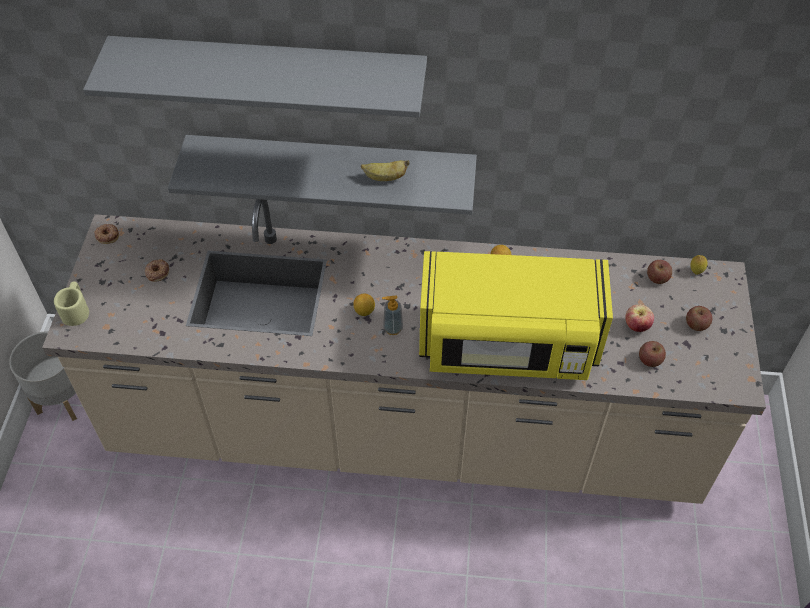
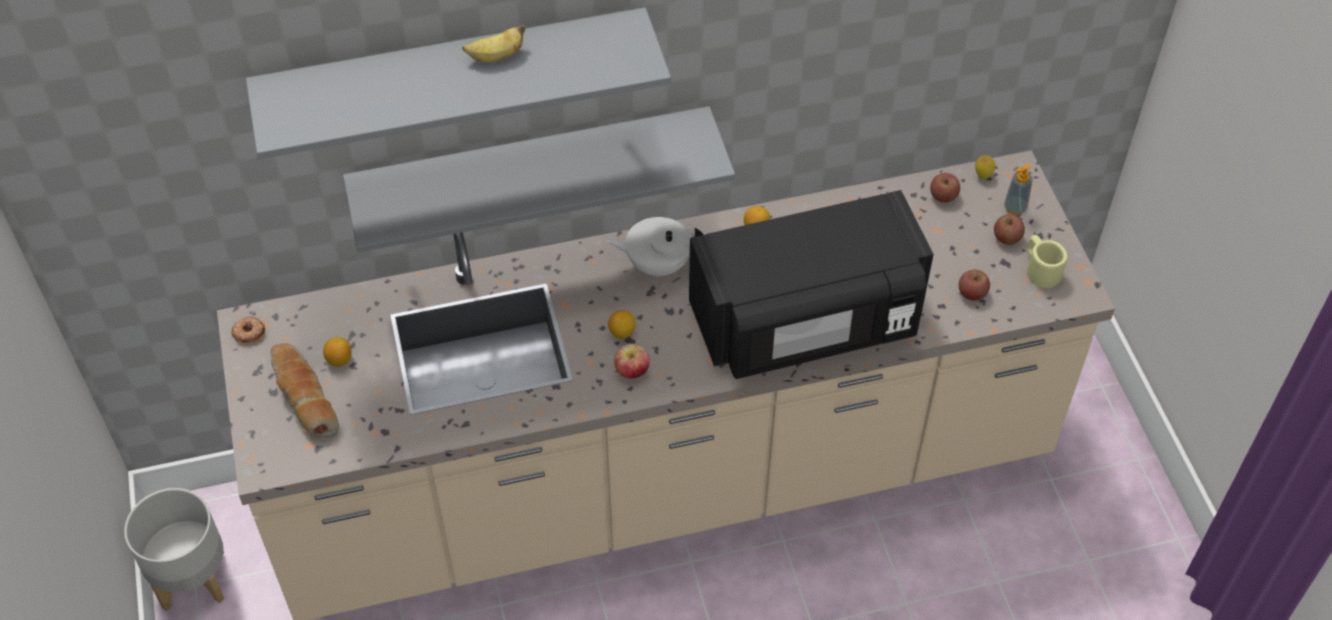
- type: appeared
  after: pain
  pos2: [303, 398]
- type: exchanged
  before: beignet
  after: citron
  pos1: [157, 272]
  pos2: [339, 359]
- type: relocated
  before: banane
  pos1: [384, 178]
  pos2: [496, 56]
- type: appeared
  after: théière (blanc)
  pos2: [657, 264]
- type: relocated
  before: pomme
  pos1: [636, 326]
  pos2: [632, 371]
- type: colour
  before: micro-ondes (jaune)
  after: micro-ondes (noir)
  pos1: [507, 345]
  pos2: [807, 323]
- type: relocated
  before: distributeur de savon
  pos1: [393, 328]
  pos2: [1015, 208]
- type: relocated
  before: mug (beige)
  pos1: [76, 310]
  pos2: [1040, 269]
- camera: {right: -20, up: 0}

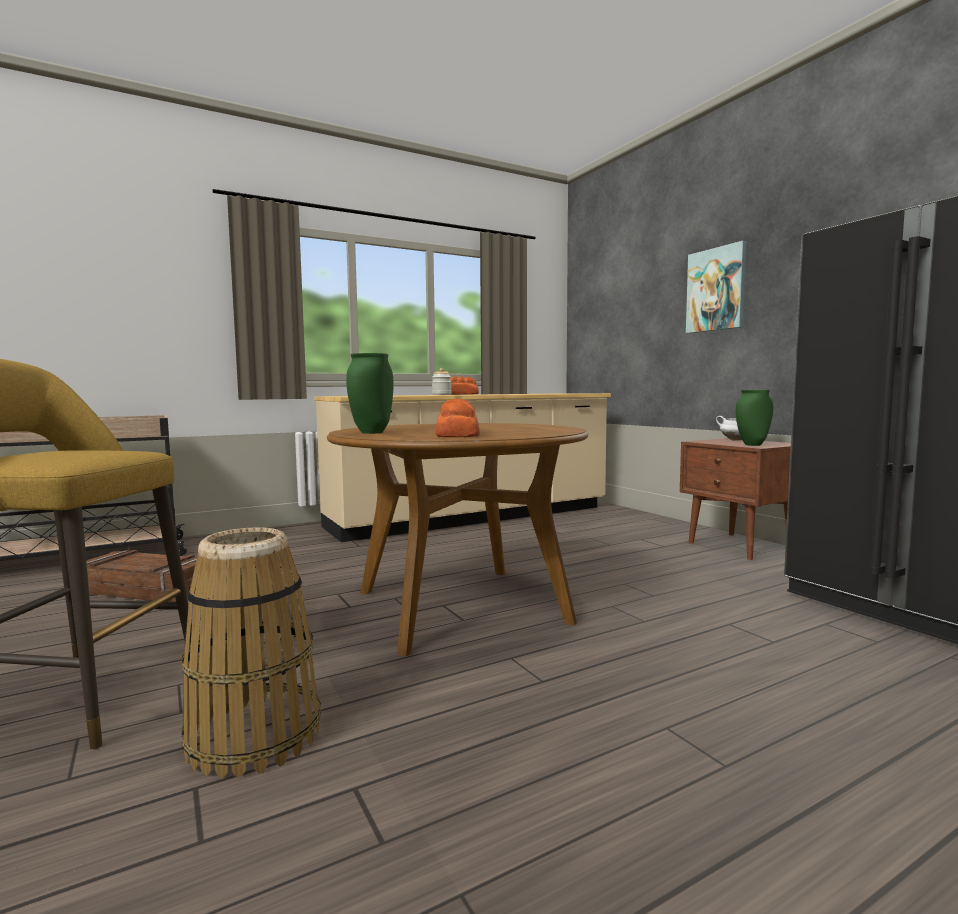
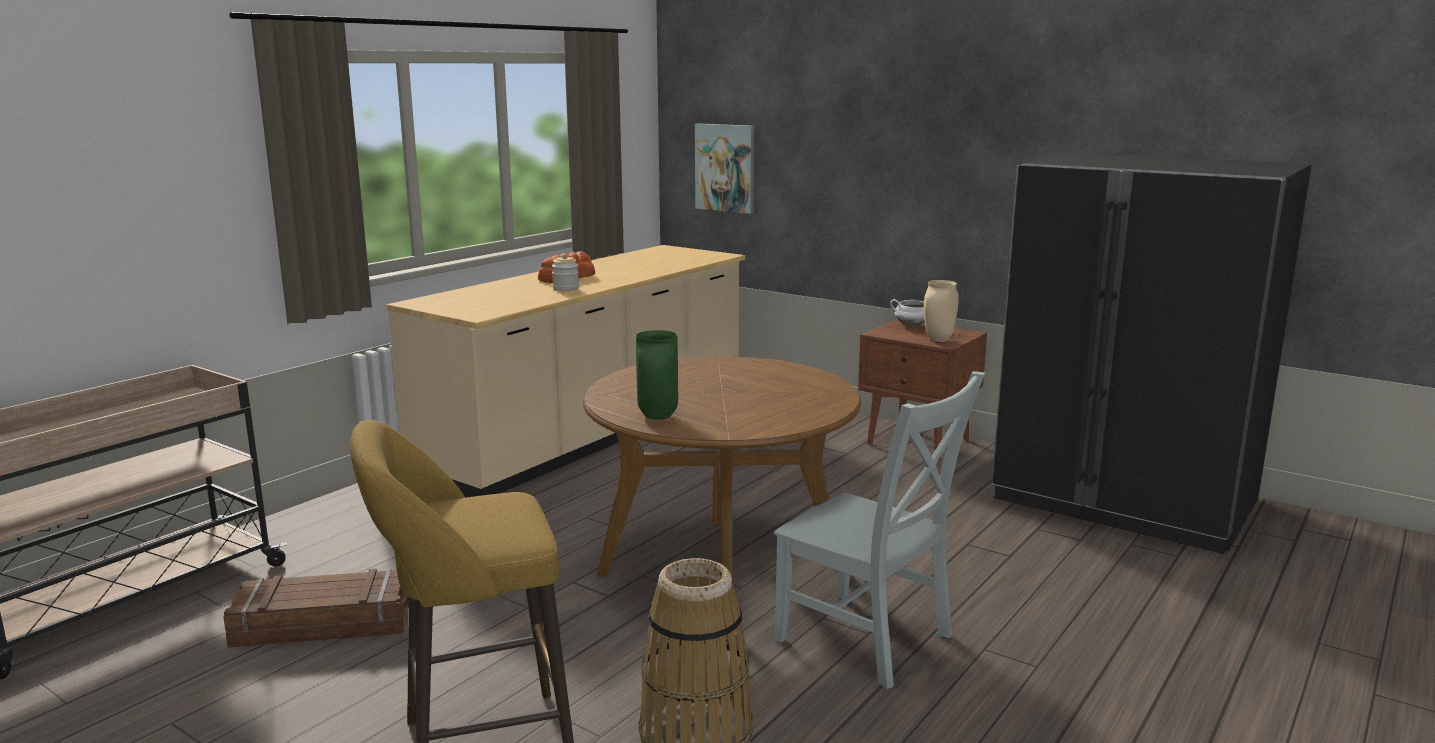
- type: relocated
  before: tableau
  pos1: [716, 289]
  pos2: [725, 167]
- type: appeared
  after: chaise (gris)
  pos2: [869, 641]
- type: colour
  before: vase (vert)
  after: vase (beige)
  pos1: [752, 445]
  pos2: [938, 340]
- type: missing
  before: pain
  pos1: [457, 434]
- camera: {right: -25, up: 10}

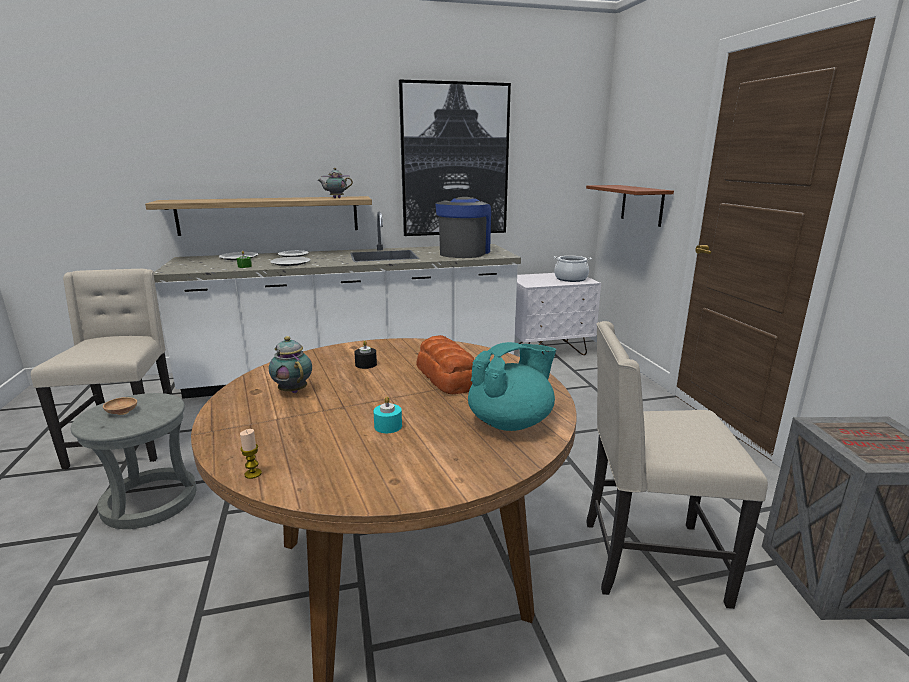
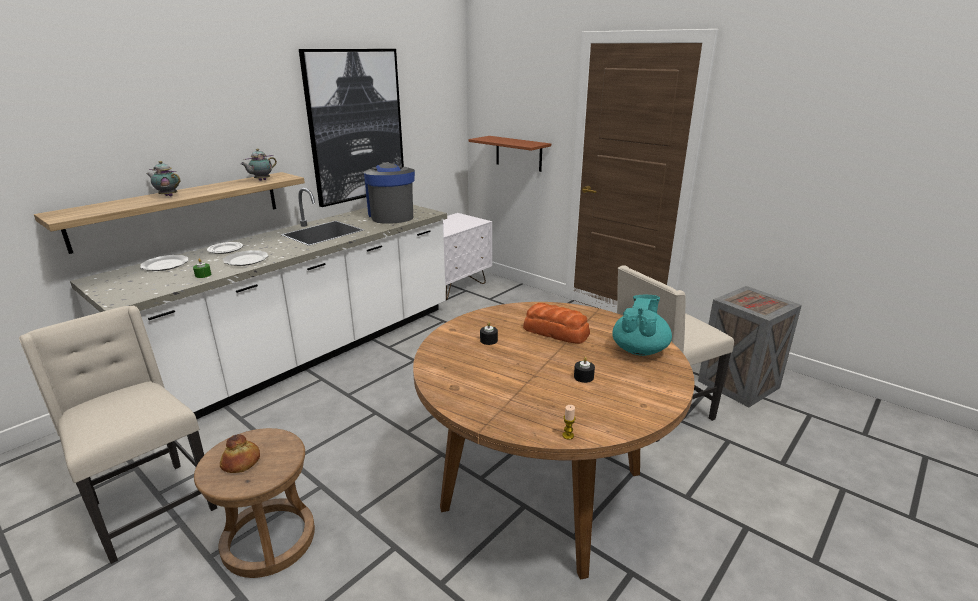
- type: relocated
  before: théière
  pos1: [293, 390]
  pos2: [168, 196]
- type: colour
  before: tabouret (gris)
  after: tabouret (marron)
  pos1: [150, 501]
  pos2: [268, 540]
- type: exchanged
  before: bol (marron)
  after: pain
  pos1: [122, 412]
  pos2: [241, 462]
- type: colour
  before: bougie (turquoise)
  after: bougie (noir)
  pos1: [388, 426]
  pos2: [583, 377]
- type: missing
  before: marmite
  pos1: [570, 279]
- camera: {right: -35, up: 5}

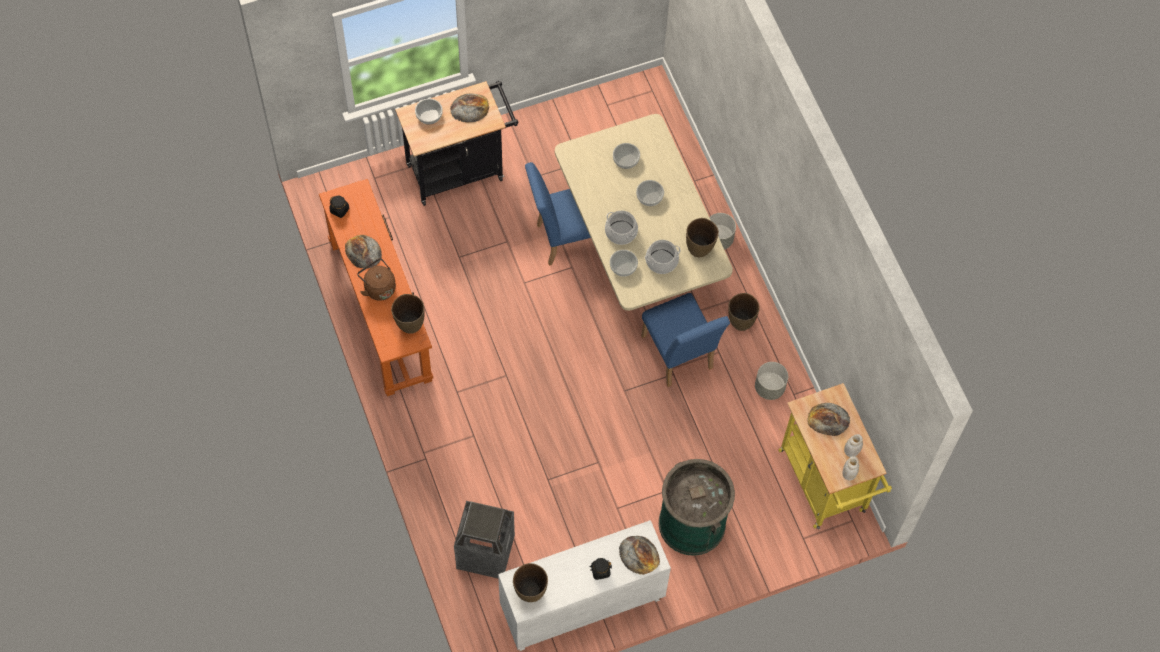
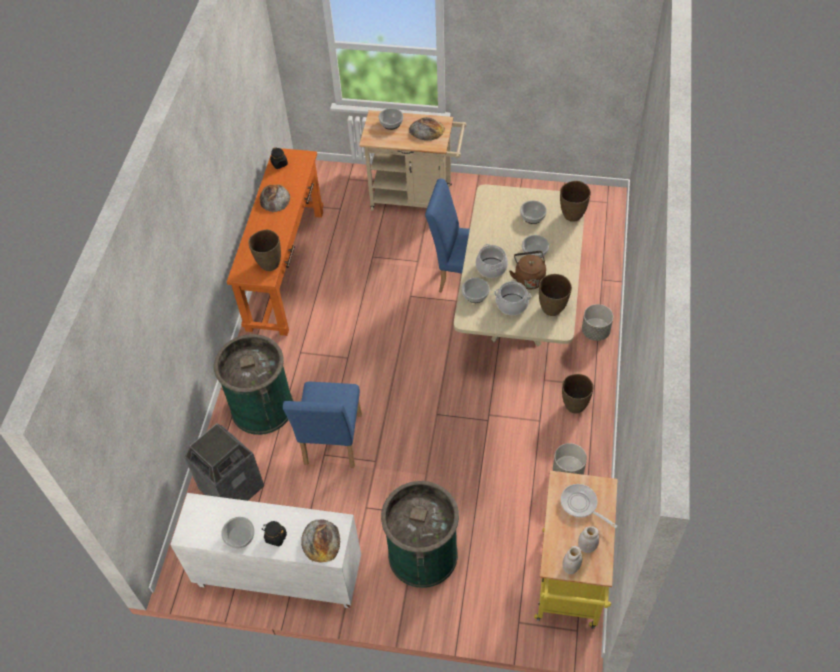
- type: appeared
  after: poubelle (vert)
  pos2: [262, 407]
- type: appeared
  after: bol
  pos2: [239, 536]
- type: relocated
  before: chaise (bleu)
  pos1: [679, 357]
  pos2: [331, 444]
- type: colour
  before: chariot (noir)
  after: chariot (beige)
  pos1: [460, 169]
  pos2: [416, 198]
- type: relocated
  before: bouilloire (marron)
  pos1: [378, 287]
  pos2: [528, 278]
- type: relocated
  before: vase (marron)
  pos1: [530, 592]
  pos2: [572, 215]
- type: exchanged
  before: pain
  after: poêle
  pos1: [828, 419]
  pos2: [581, 505]
- camera: {right: 35, up: -10}

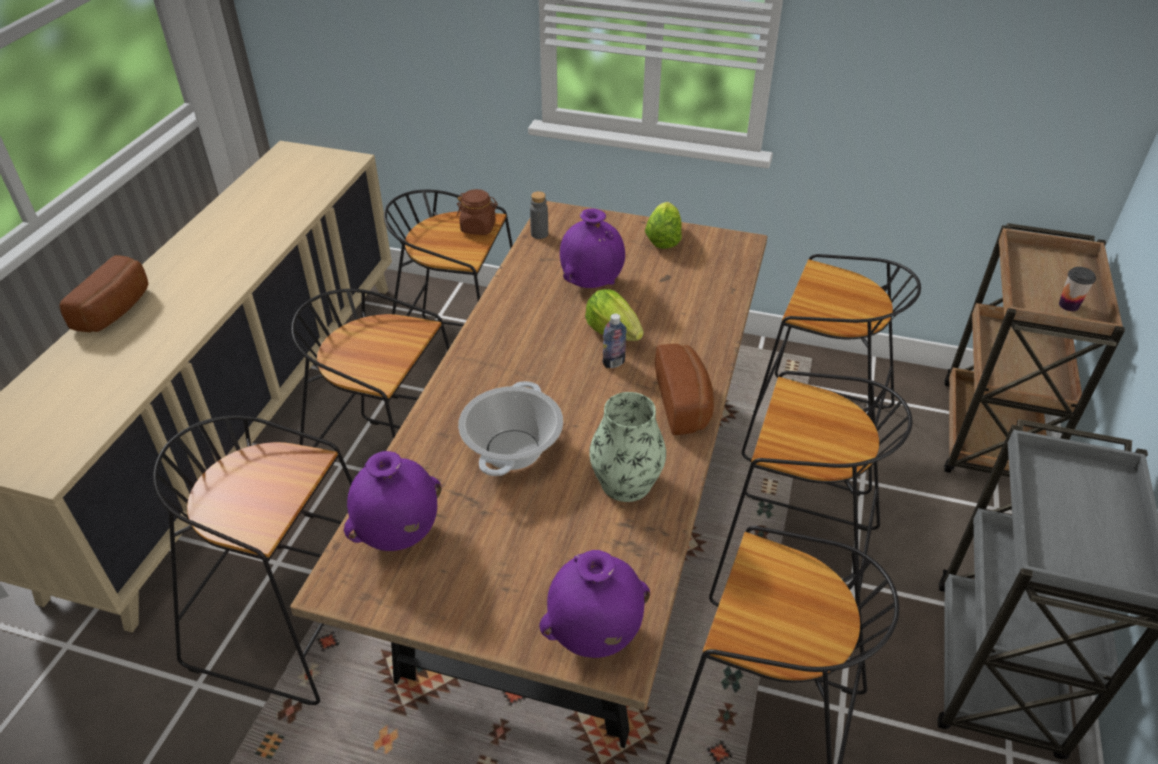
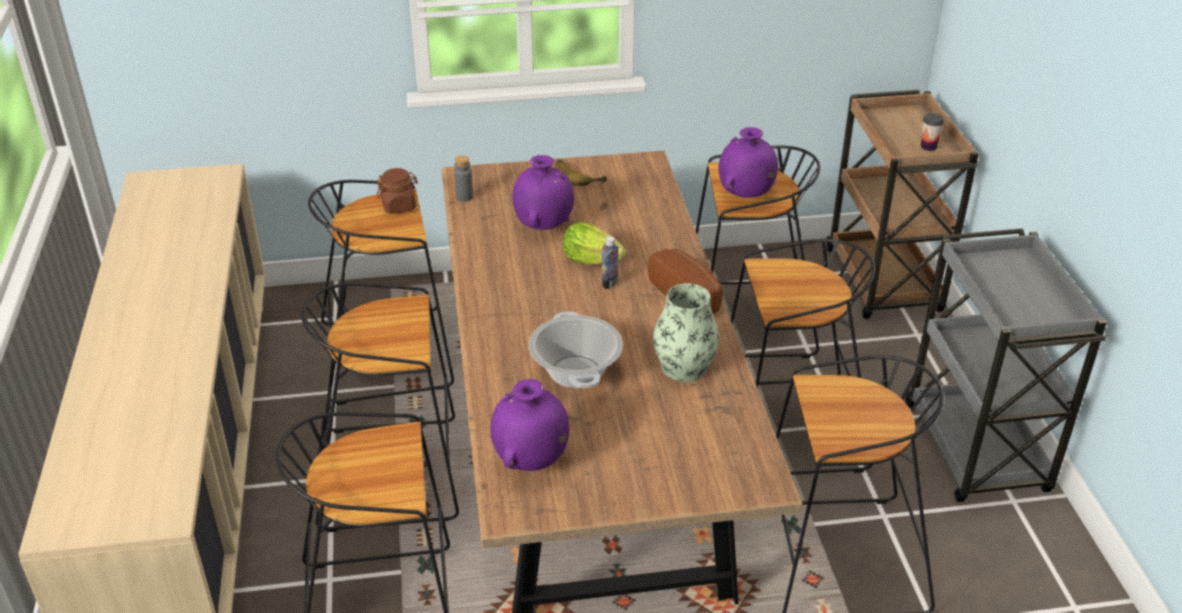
- type: exchanged
  before: laitue
  after: banane
  pos1: [663, 239]
  pos2: [578, 175]
- type: relocated
  before: vase (violet)
  pos1: [594, 636]
  pos2: [745, 196]
- type: missing
  before: pain
  pos1: [118, 310]
- camera: {right: -25, up: -5}

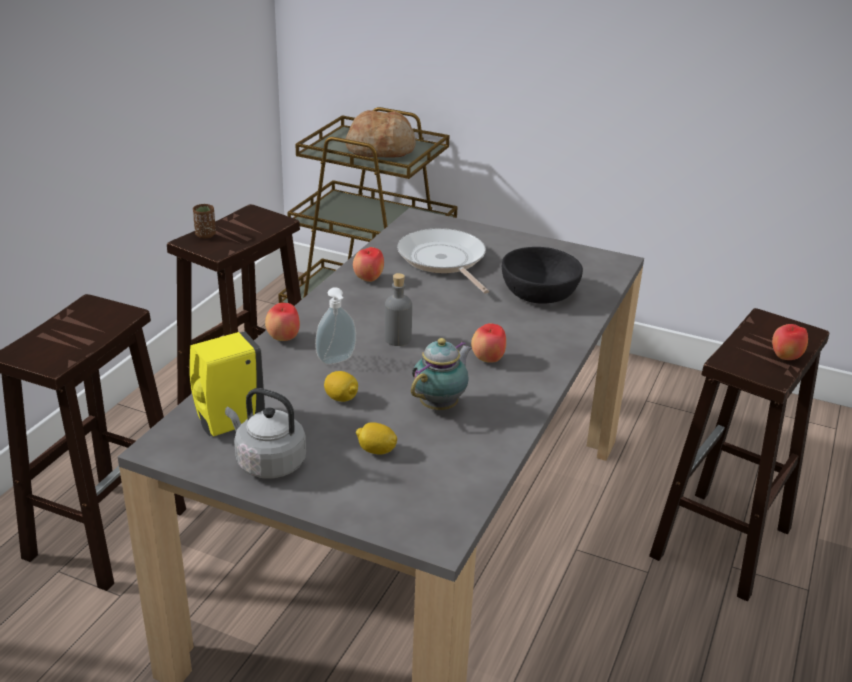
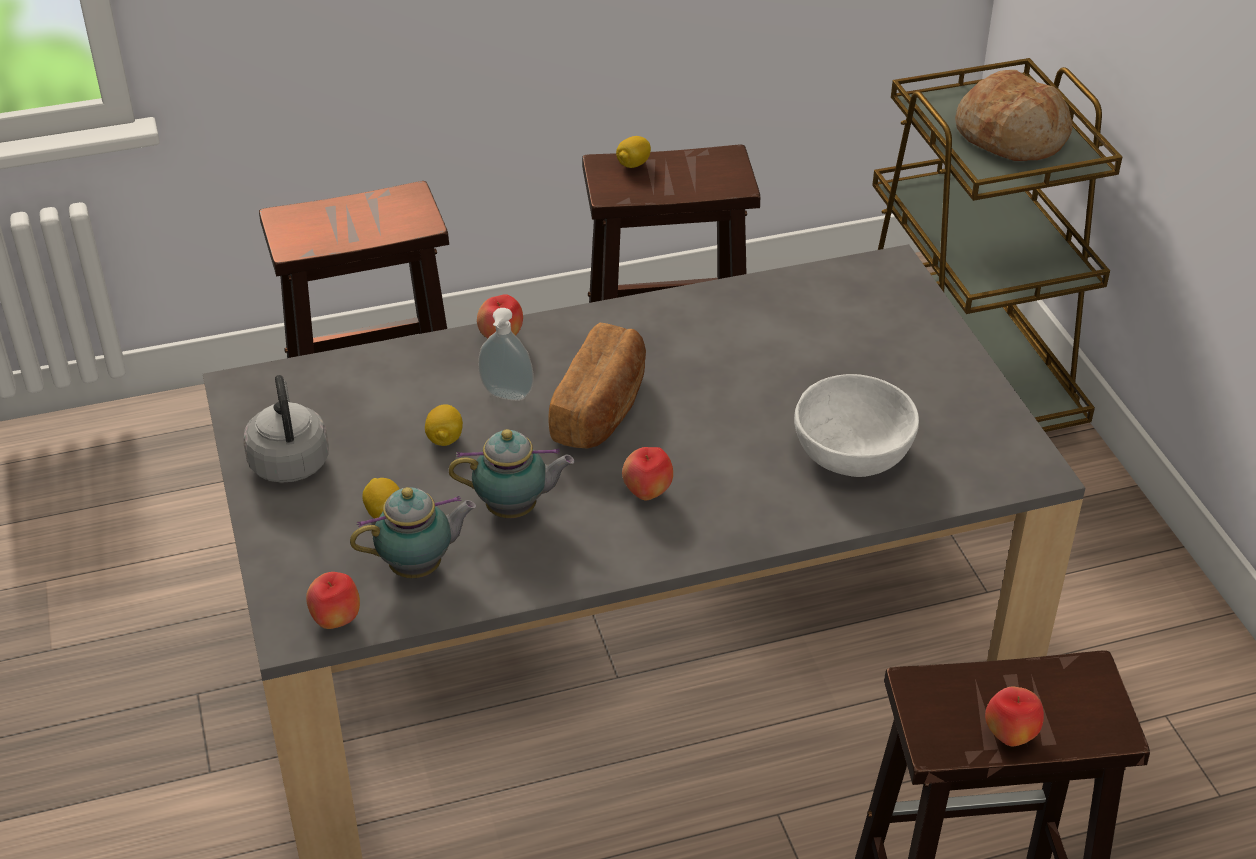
- type: relocated
  before: pomme
  pos1: [368, 279]
  pos2: [336, 620]
- type: appeared
  after: théière
  pos2: [420, 567]
- type: exchanged
  before: bouteille (gris)
  after: pain
  pos1: [398, 339]
  pos2: [602, 409]
- type: exchanged
  before: tasse (marron)
  after: citron
  pos1: [205, 235]
  pos2: [633, 164]
- type: colour
  before: bol (noir)
  after: bol (blanc)
  pos1: [539, 293]
  pos2: [853, 451]
- type: missing
  before: distributeur de savon (jaune)
  pos1: [228, 423]
- type: missing
  before: poêle
  pos1: [443, 261]
- camera: {right: 50, up: 10}

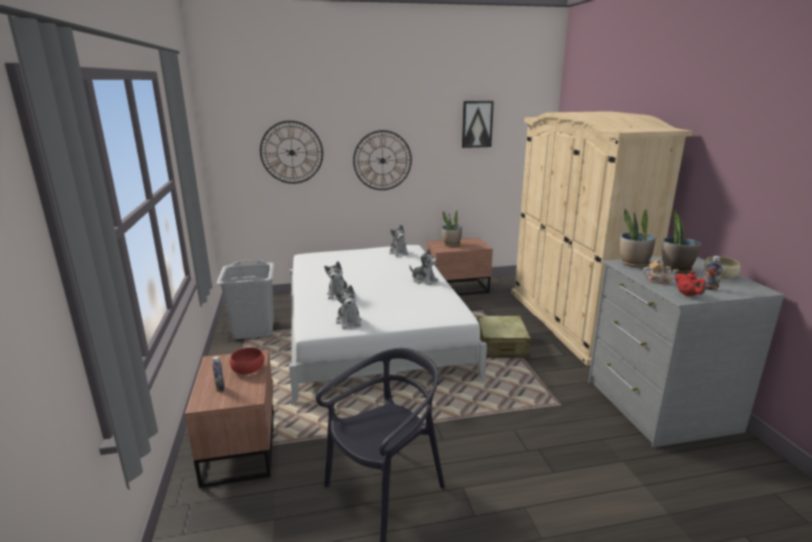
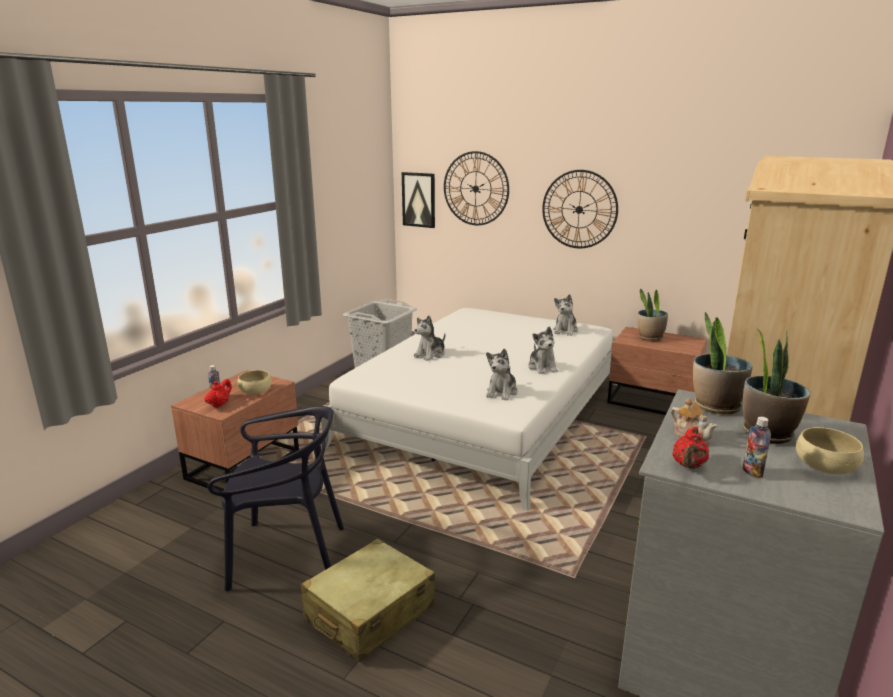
- type: appeared
  after: théière (rouge)
  pos2: [219, 405]
- type: colour
  before: bol (rouge)
  after: bol (beige)
  pos1: [248, 369]
  pos2: [255, 390]
- type: relocated
  before: valise (beige)
  pos1: [501, 346]
  pos2: [369, 613]
- type: relocated
  before: tableau
  pos1: [477, 124]
  pos2: [419, 199]
- type: relocated
  before: peluche
  pos1: [349, 321]
  pos2: [502, 392]
- camera: {right: 40, up: 0}

